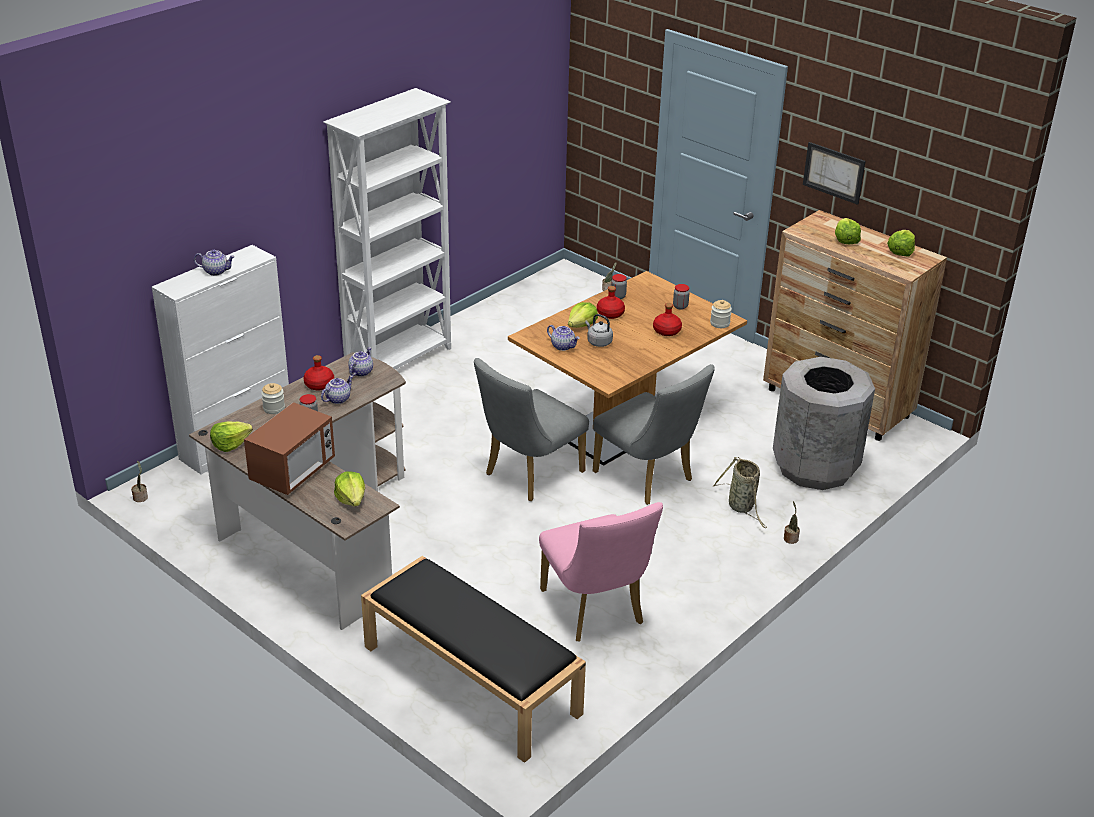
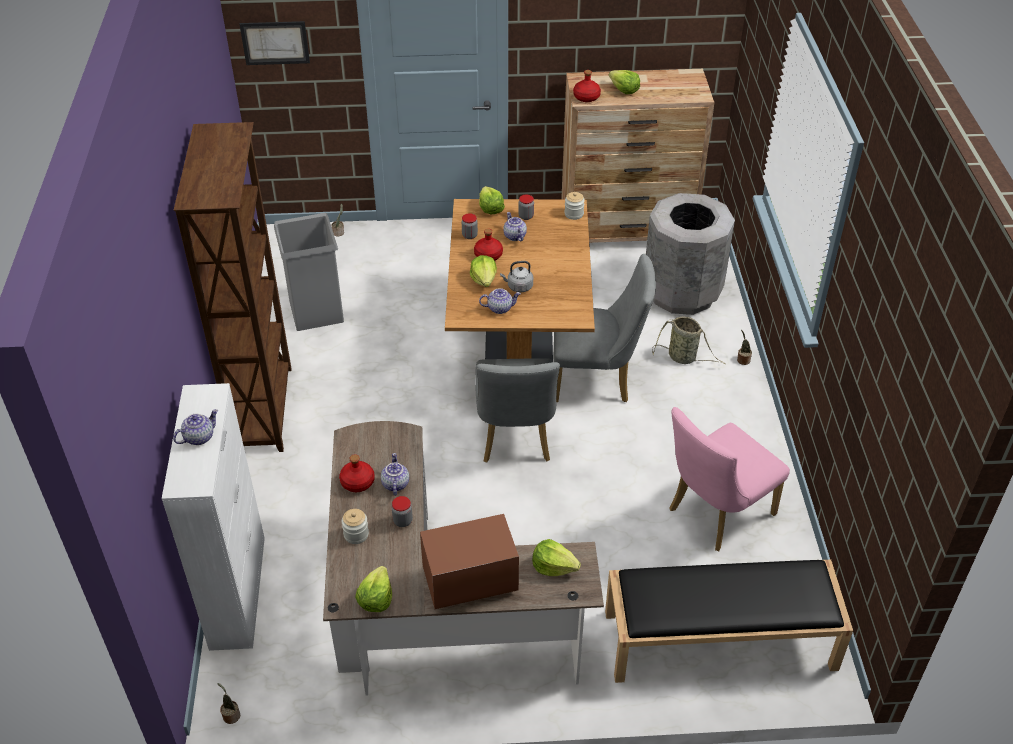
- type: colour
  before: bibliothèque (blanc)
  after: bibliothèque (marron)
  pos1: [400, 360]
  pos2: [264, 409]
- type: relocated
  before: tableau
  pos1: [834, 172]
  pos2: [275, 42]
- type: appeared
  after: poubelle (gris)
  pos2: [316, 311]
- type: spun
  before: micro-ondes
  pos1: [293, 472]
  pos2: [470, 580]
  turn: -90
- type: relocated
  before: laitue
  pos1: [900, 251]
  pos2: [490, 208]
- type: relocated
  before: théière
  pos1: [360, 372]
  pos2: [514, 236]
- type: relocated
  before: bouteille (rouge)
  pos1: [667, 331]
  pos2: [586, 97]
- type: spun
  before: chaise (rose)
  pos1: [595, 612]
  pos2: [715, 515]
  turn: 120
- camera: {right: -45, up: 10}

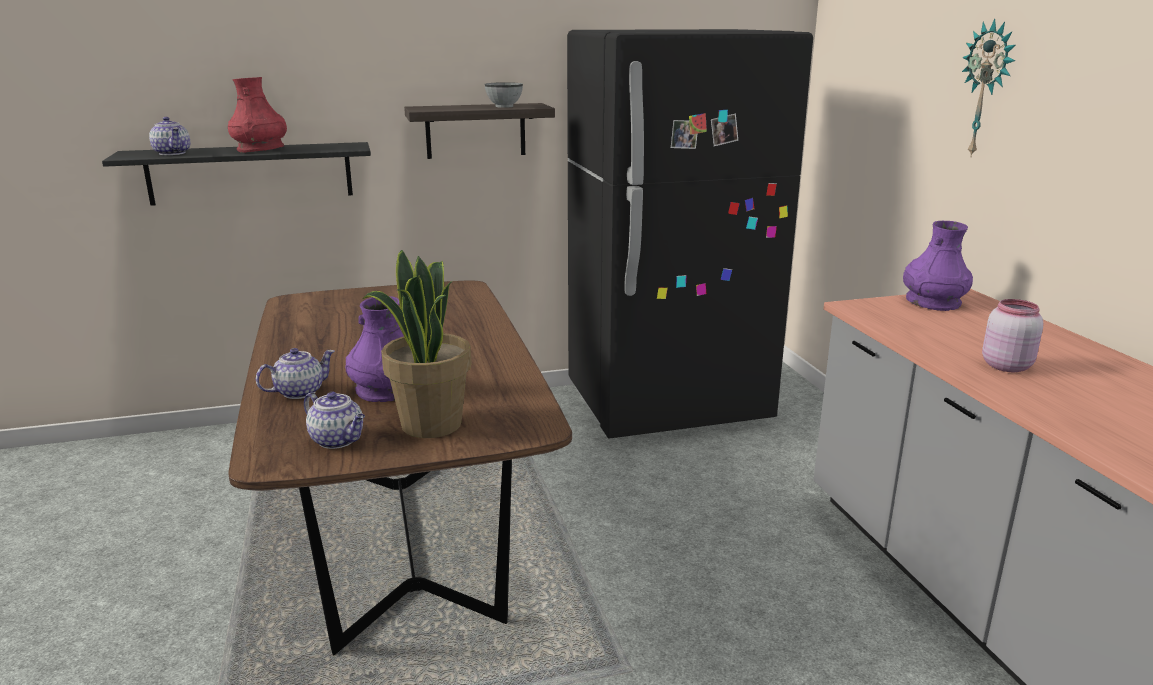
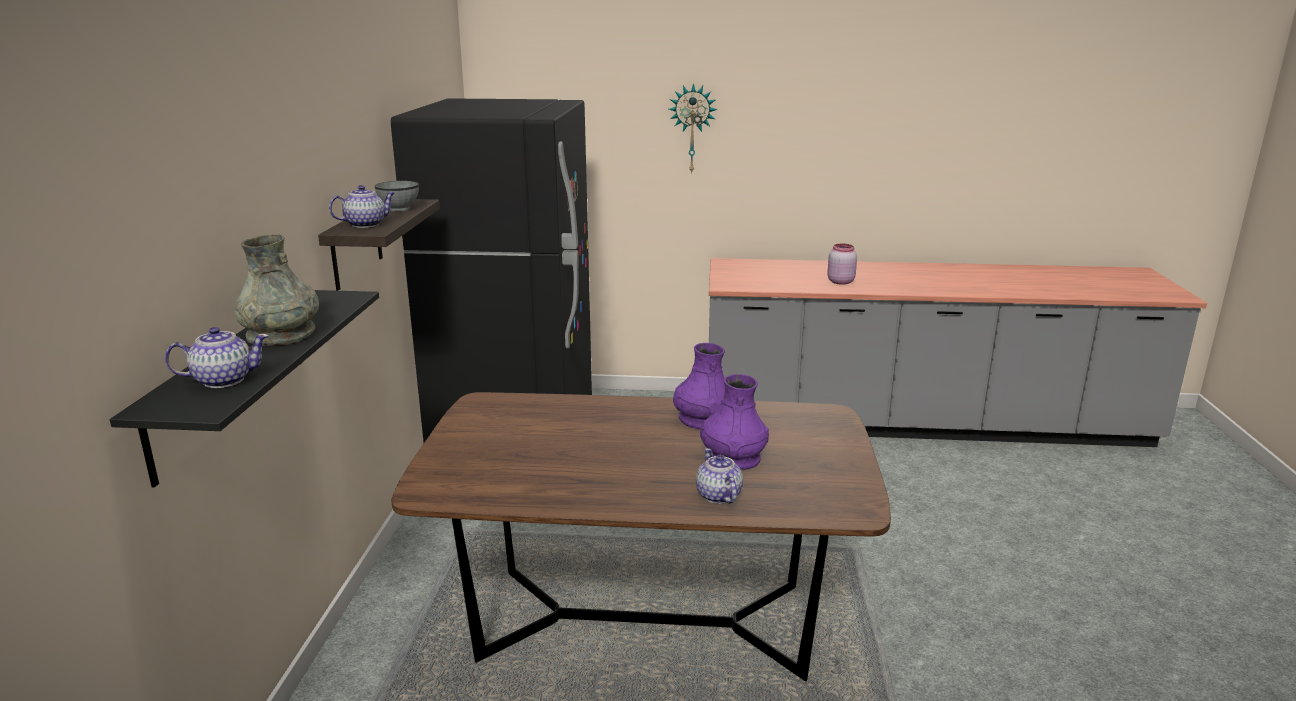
- type: colour
  before: vase (rouge)
  after: vase (gris)
  pos1: [260, 149]
  pos2: [281, 334]
- type: relocated
  before: théière
  pos1: [338, 440]
  pos2: [366, 224]
- type: relocated
  before: vase (violet)
  pos1: [933, 302]
  pos2: [703, 420]
- type: missing
  before: plante en pot
  pos1: [430, 424]
- camera: {right: -70, up: 0}

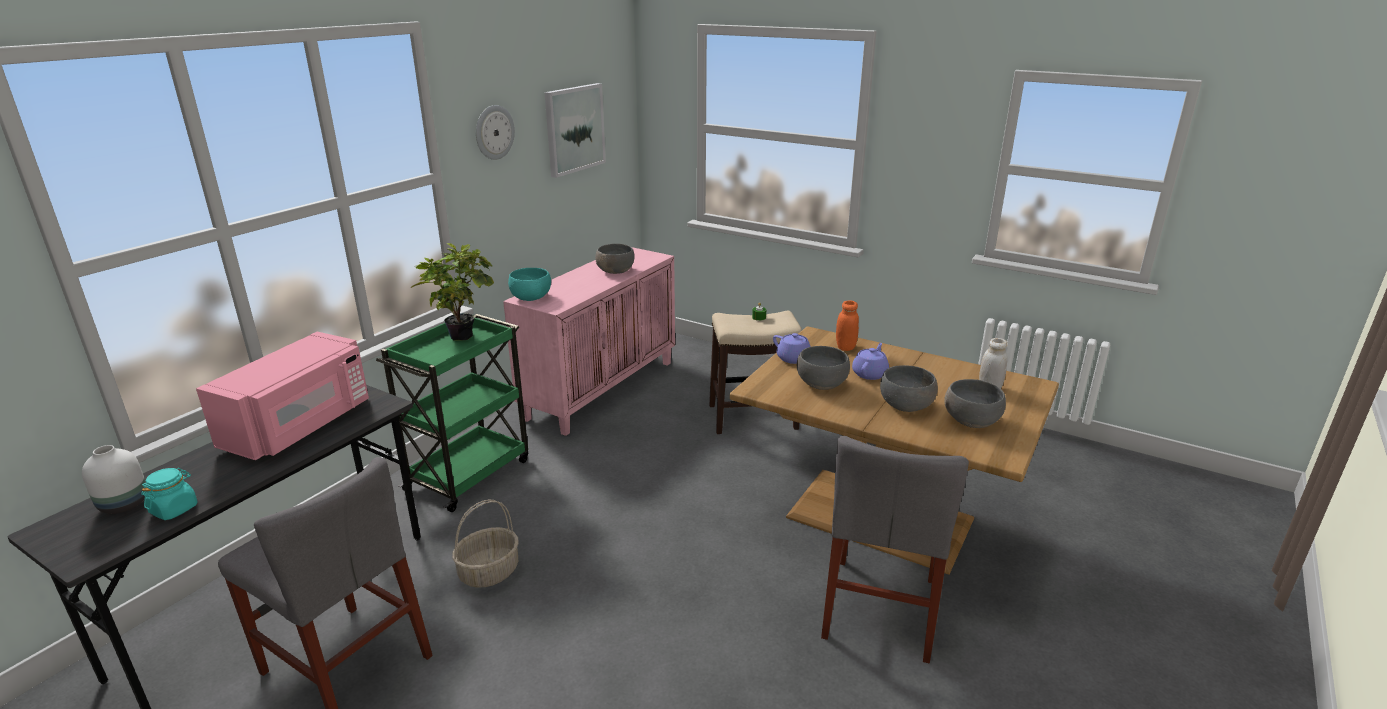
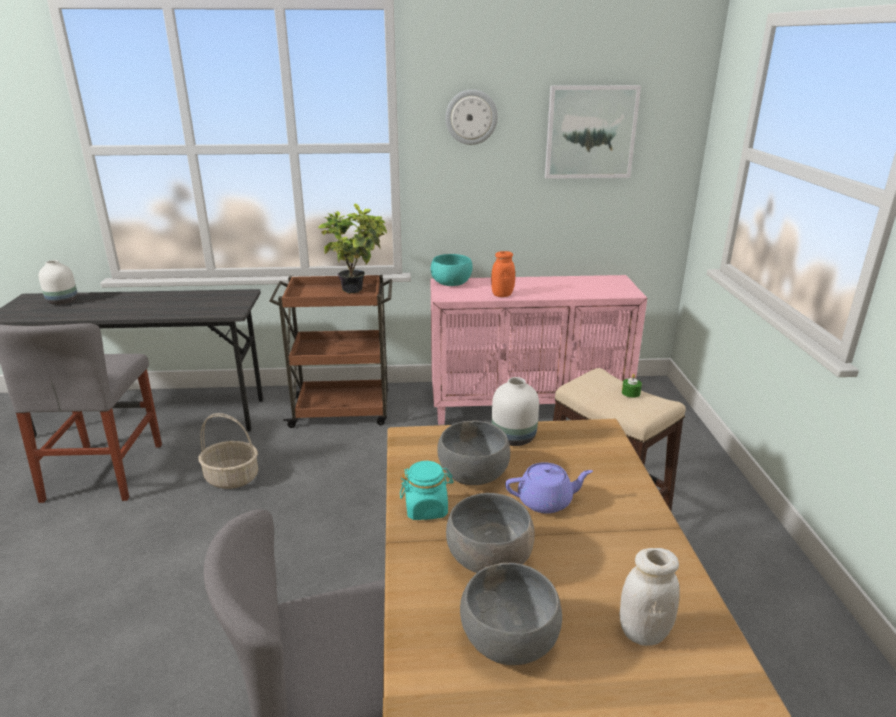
- type: colour
  before: chariot (vert)
  after: chariot (marron)
  pos1: [470, 473]
  pos2: [343, 411]
- type: relocated
  before: bocal (turquoise)
  pos1: [174, 509]
  pos2: [426, 508]
- type: relocated
  before: bocal (orange)
  pos1: [845, 347]
  pos2: [502, 295]
- type: exchanged
  before: théière (violet)
  after: vase (blanc)
  pos1: [794, 359]
  pos2: [514, 437]
- type: missing
  before: micro-ondes (rose)
  pos1: [301, 425]
- type: missing
  before: bol (gris)
  pos1: [615, 271]
- camera: {right: 55, up: 0}

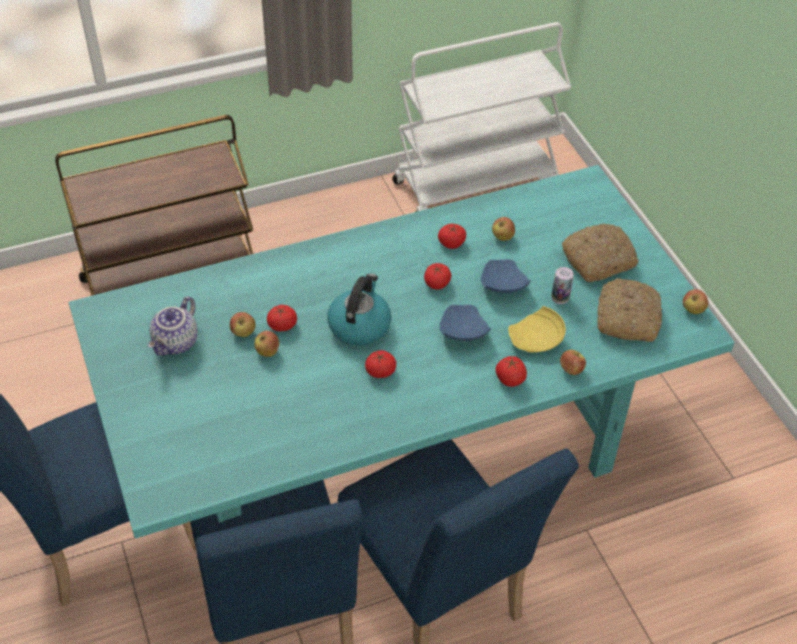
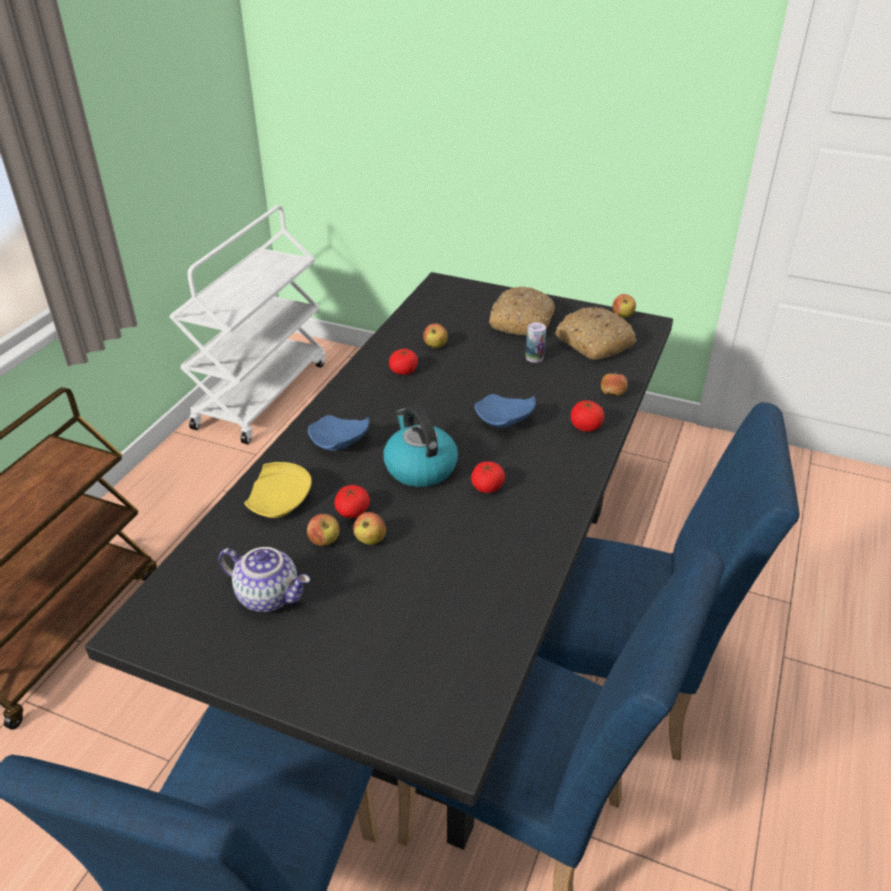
- type: colour
  before: table à manger (turquoise)
  after: table à manger (noir)
  pos1: [397, 453]
  pos2: [445, 614]
- type: spun
  before: théière
  pos1: [176, 343]
  pos2: [269, 595]
  turn: -45
- type: relocated
  before: assiette (jaune)
  pos1: [536, 340]
  pos2: [280, 502]
- type: relocated
  before: assiette (bleu)
  pos1: [502, 286]
  pos2: [339, 442]
- type: missing
  before: tomate
  pos1: [437, 283]
- camera: {right: -45, up: -10}

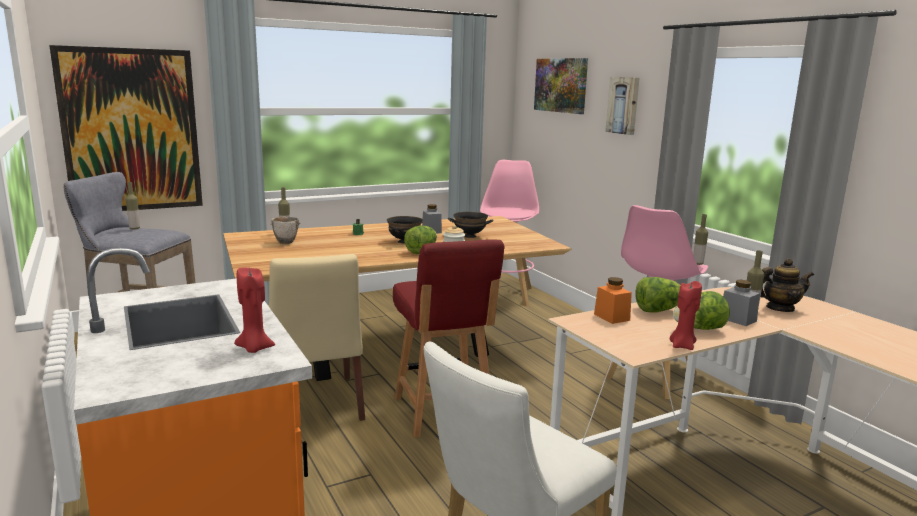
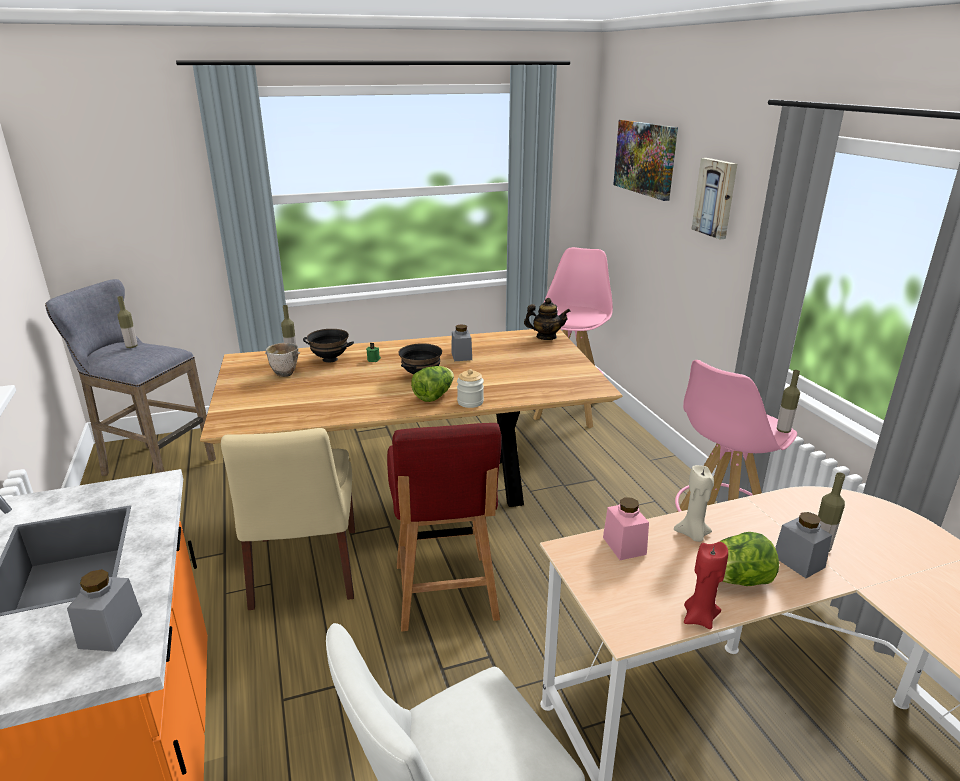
- type: exchanged
  before: bougie (rouge)
  after: bocal (gris)
  pos1: [254, 348]
  pos2: [110, 631]
- type: relocated
  before: bol (noir)
  pos1: [470, 236]
  pos2: [330, 359]
- type: relocated
  before: théière
  pos1: [779, 308]
  pos2: [546, 337]
- type: colour
  before: bocal (orange)
  after: bocal (rose)
  pos1: [611, 317]
  pos2: [624, 546]
- type: exchanged
  before: laitue
  after: bougie (beige)
  pos1: [658, 310]
  pos2: [693, 534]
- type: missing
  before: tableau
  pos1: [131, 131]
- camera: {right: 10, up: 10}

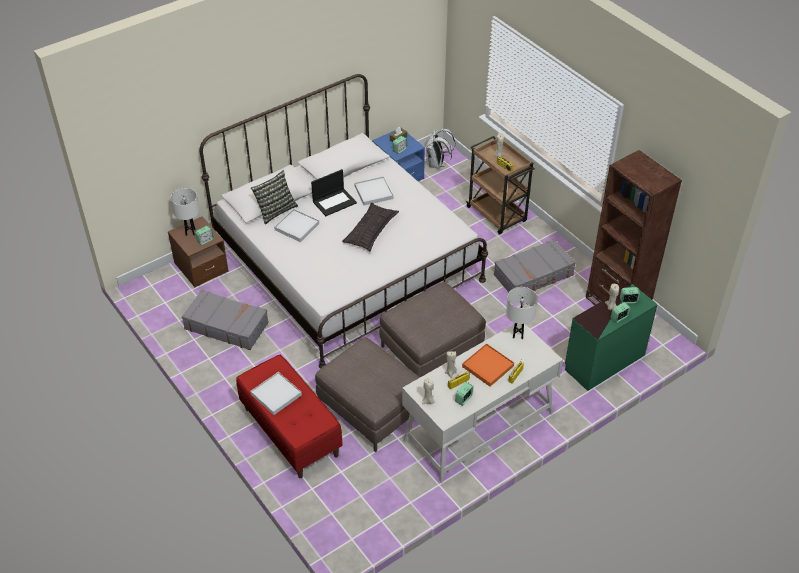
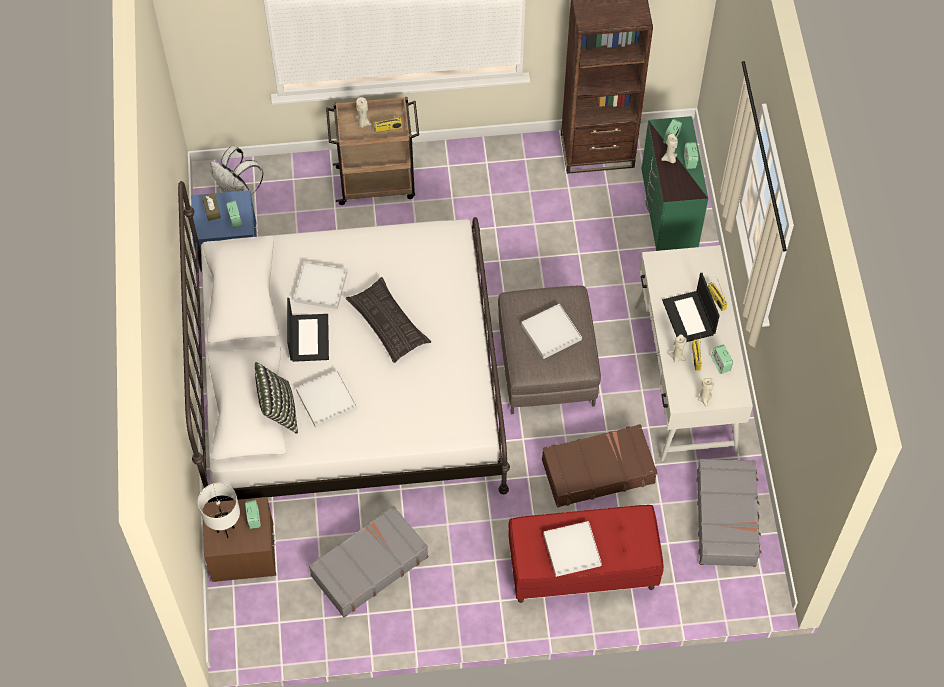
- type: appeared
  after: plateau (blanc)
  pos2: [551, 332]
- type: exchanged
  before: pouf (marron)
  after: valise (marron)
  pos1: [370, 409]
  pos2: [597, 471]
- type: exchanged
  before: plateau (orange)
  after: ordinateur portable
  pos1: [488, 366]
  pos2: [689, 318]
- type: relocated
  before: valise (gris)
  pos1: [534, 275]
  pos2: [727, 517]
- type: missing
  before: lampe de table (blanc)
  pos1: [518, 335]
- camera: {right: -60, up: 15}

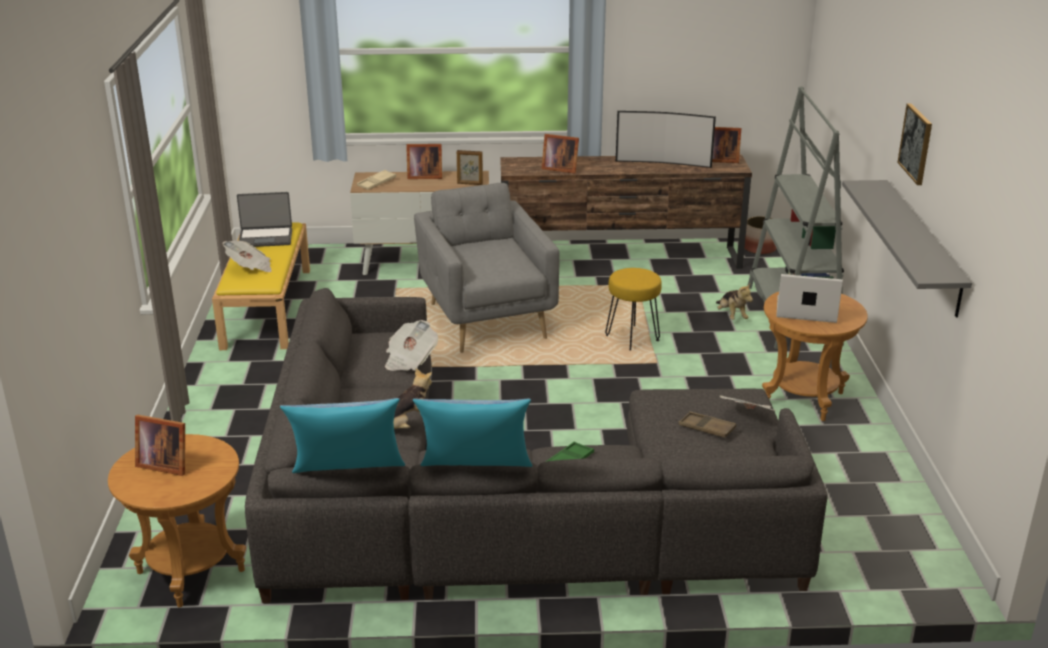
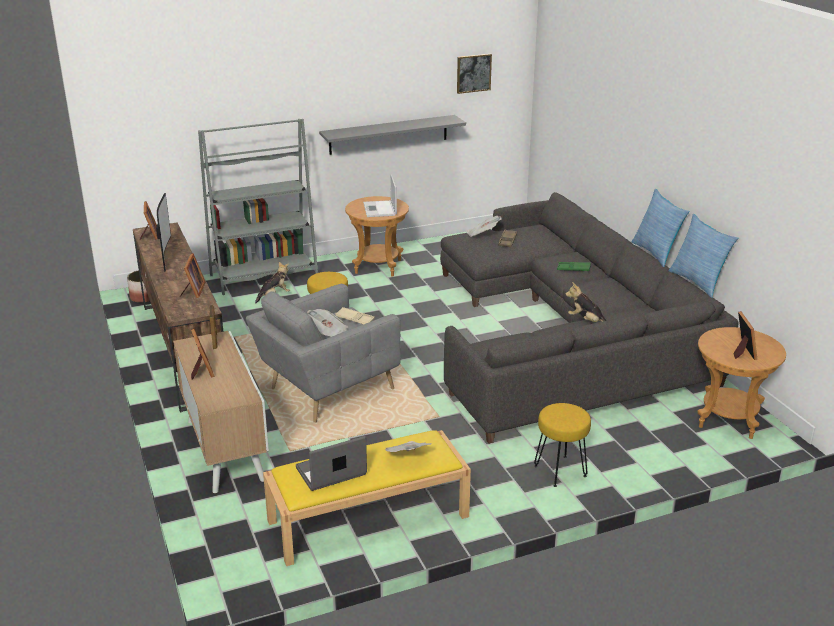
- type: spun
  before: ordinateur portable
  pos1: [265, 238]
  pos2: [331, 472]
  turn: -90
- type: relocated
  before: journal
  pos1: [410, 360]
  pos2: [330, 335]
- type: relocated
  before: plateau (beige)
  pos1: [377, 183]
  pos2: [355, 319]
- type: relocated
  before: tableau
  pos1: [916, 143]
  pos2: [473, 73]
- type: appeared
  after: tabouret (jaune)
  pos2: [560, 471]
- camera: {right: -110, up: 0}

